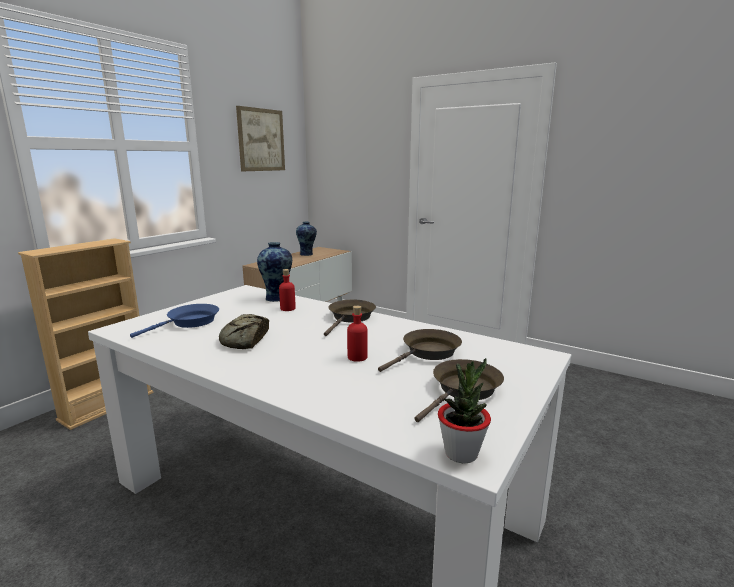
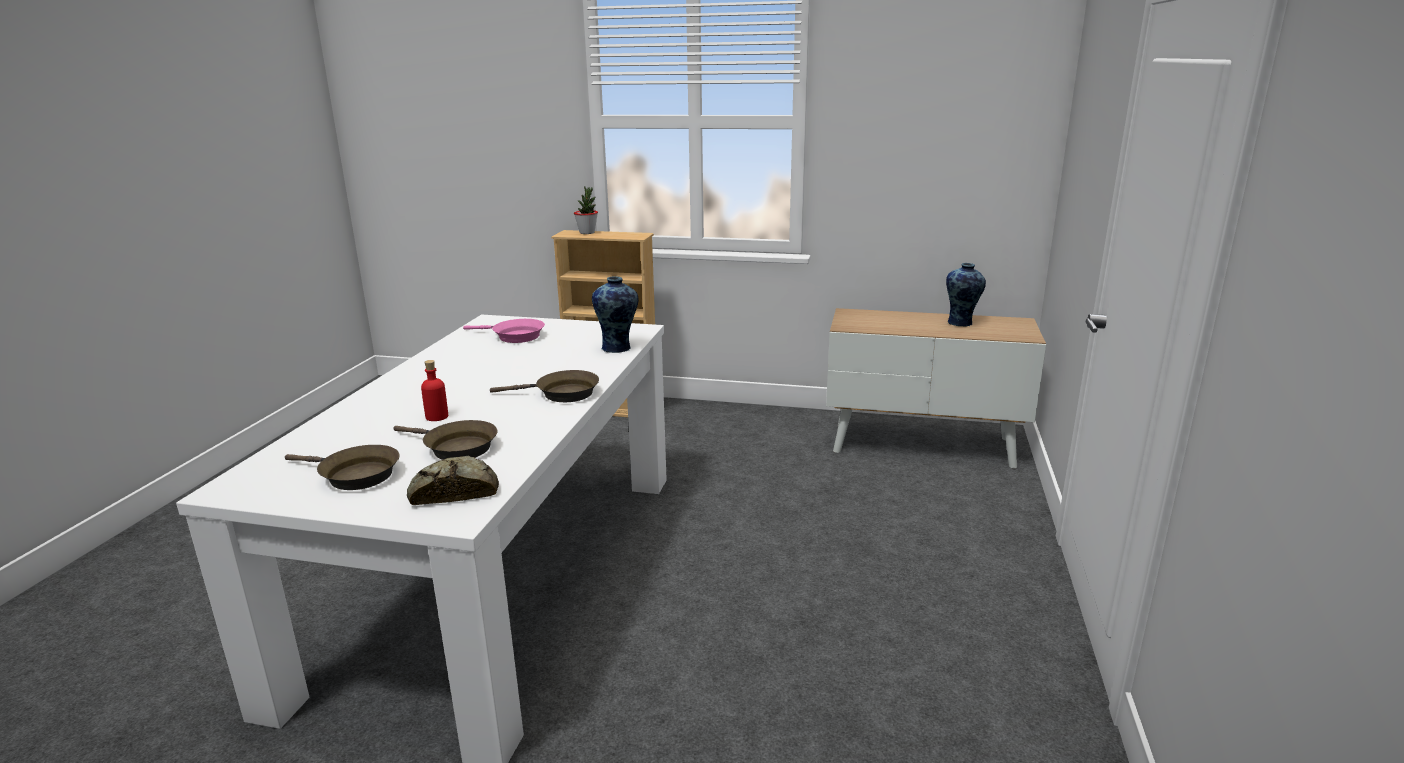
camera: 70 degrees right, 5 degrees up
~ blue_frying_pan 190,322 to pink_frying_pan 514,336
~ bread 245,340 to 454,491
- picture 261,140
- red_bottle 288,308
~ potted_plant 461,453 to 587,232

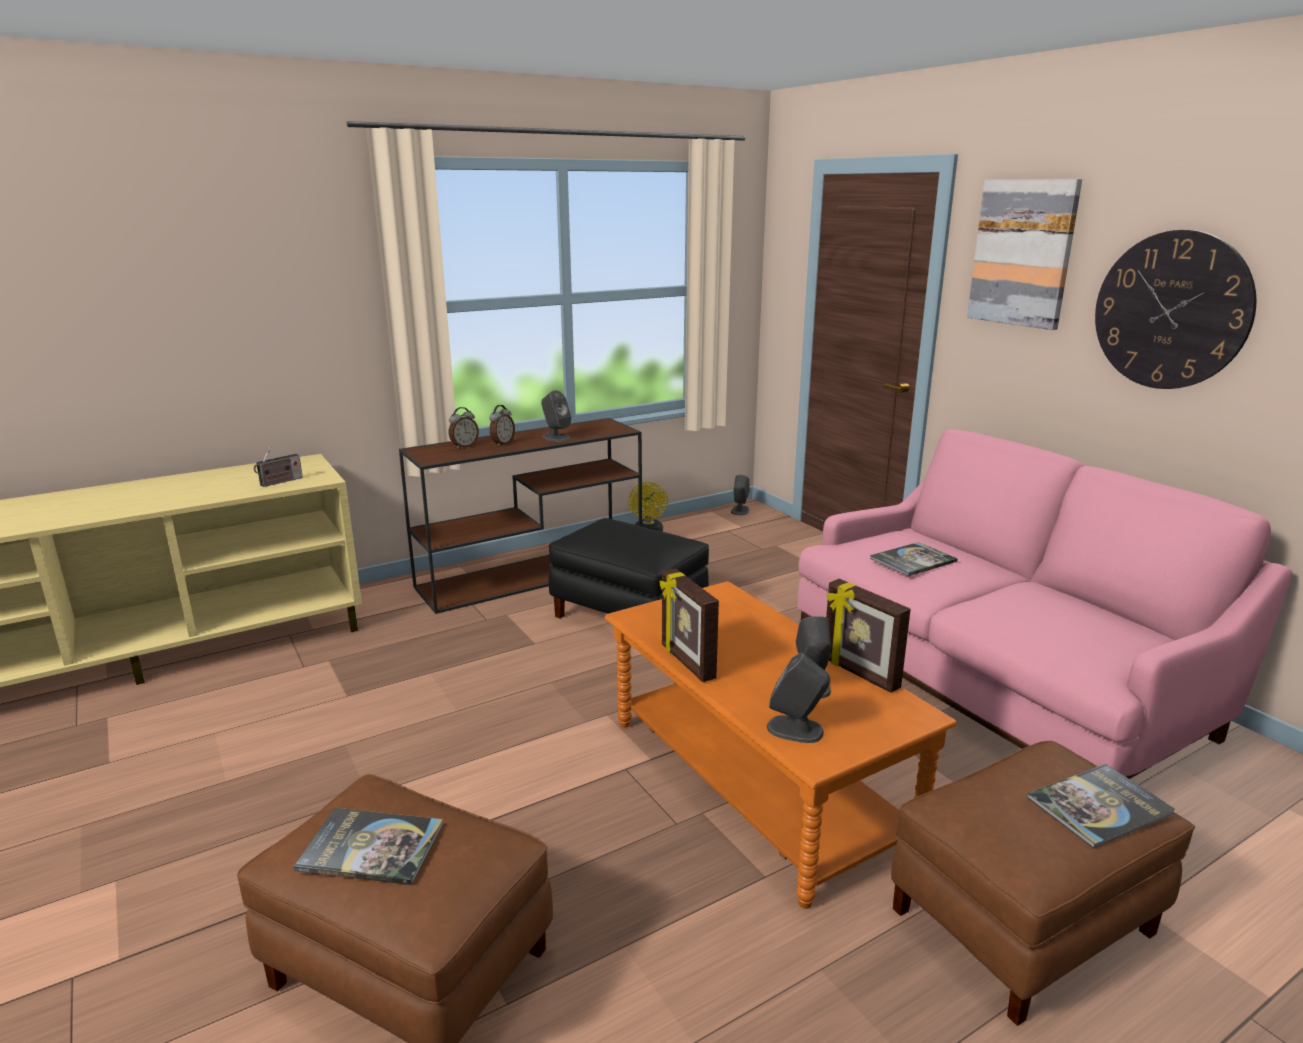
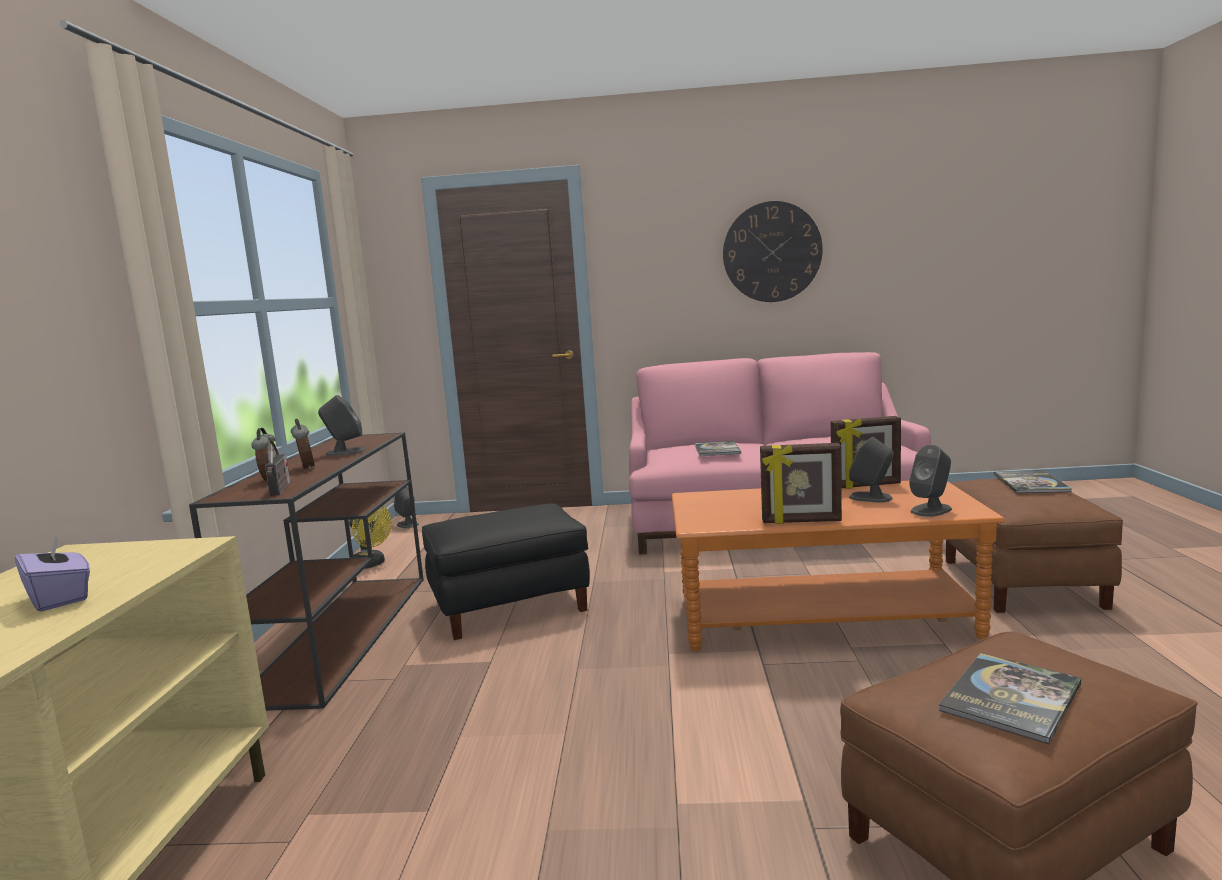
camera: 55 degrees left, 10 degrees down
~ radio 279,482 to 280,489
- picture 1023,253
+ purple_tissue_box 60,598

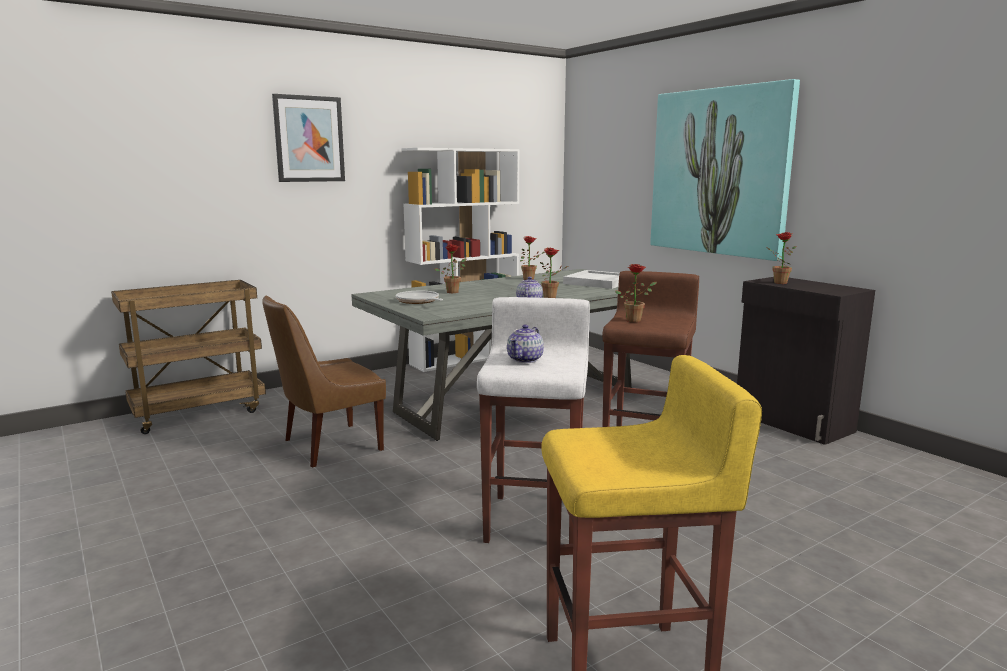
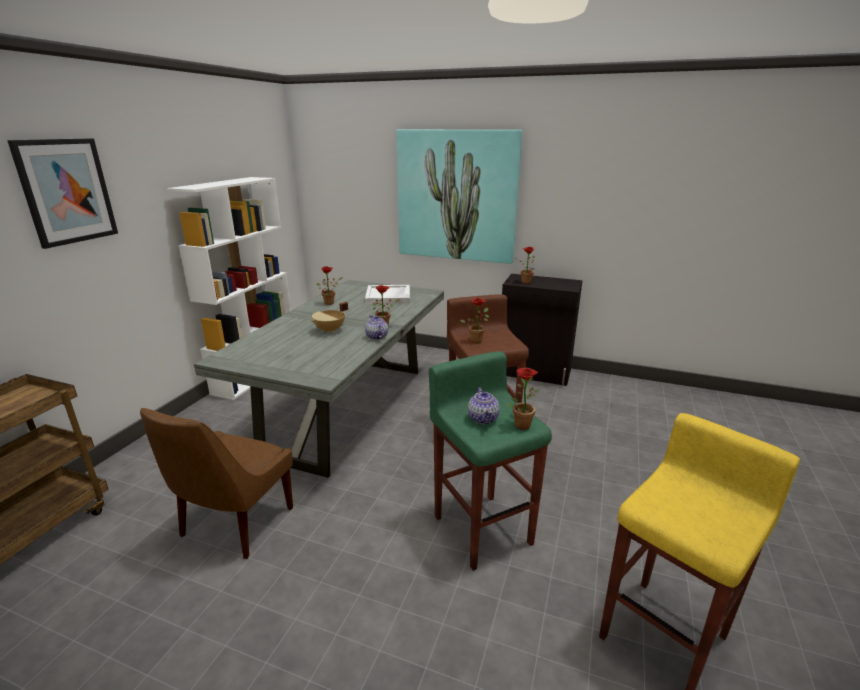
camera: 35 degrees left, 10 degrees up
- frying_pan 419,301
~ potted_plant 453,291 to 521,423
~ white_stool 535,520 to green_stool 482,528
+ beige_cooking_pot 330,330

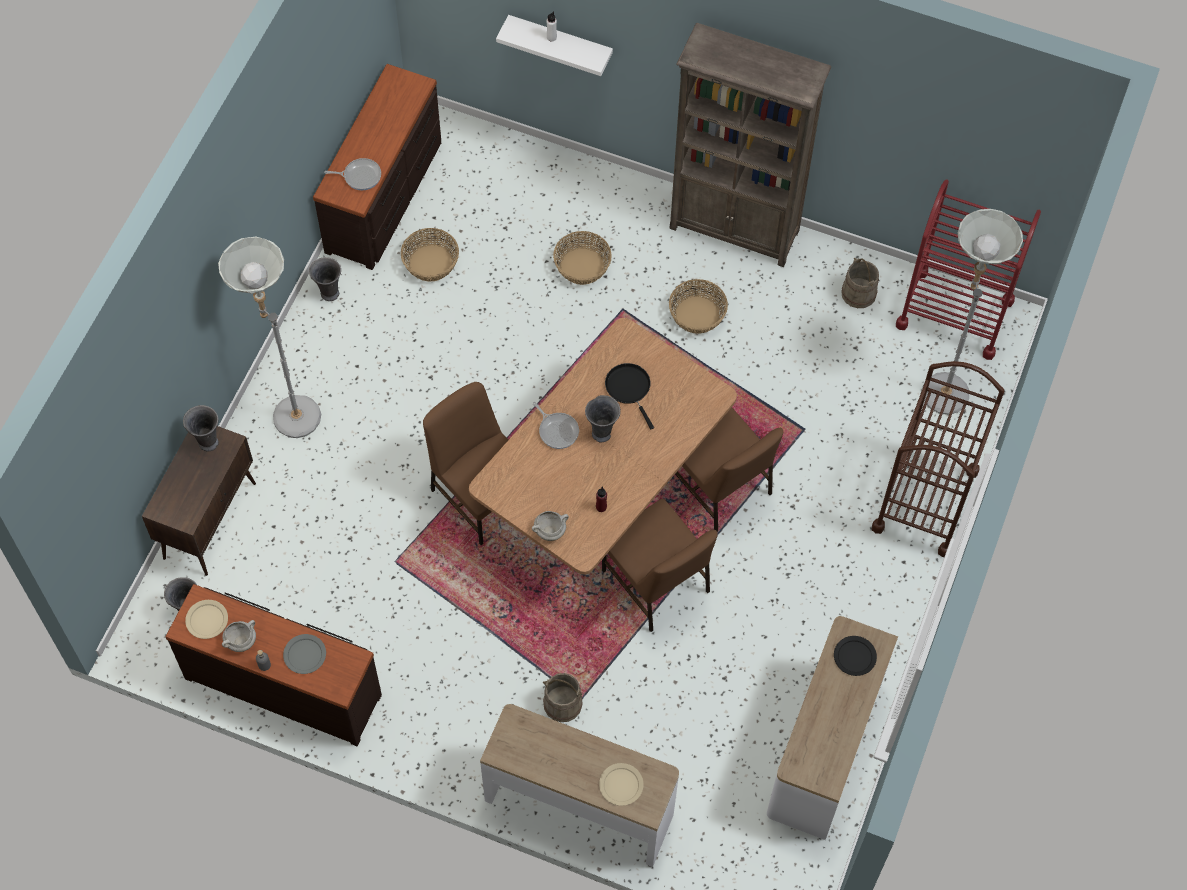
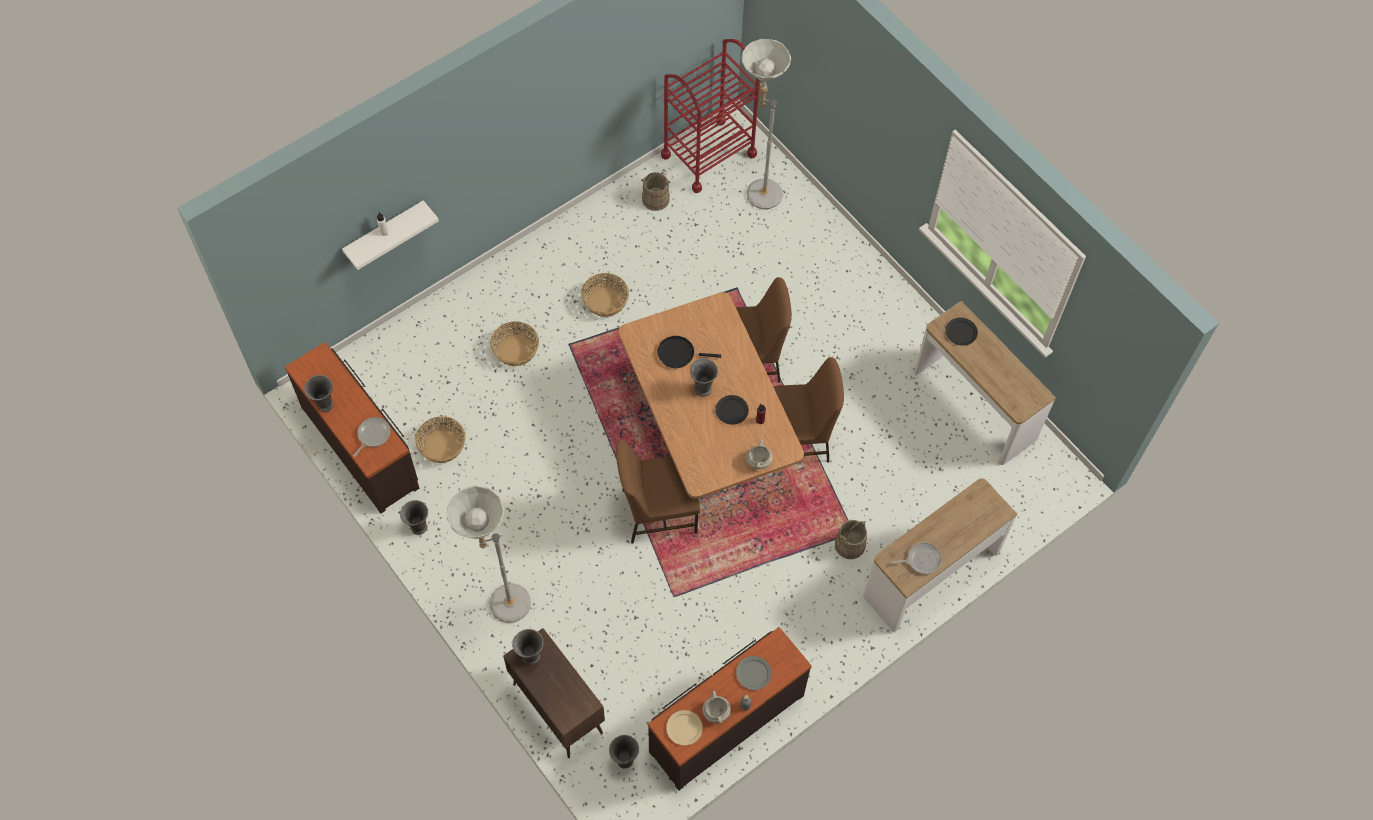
camera: 60 degrees left, 0 degrees up
~ frying_pan 557,430 to 922,559
- beige_plate 621,784
- brown_bookcase 735,230
- brown_cart 925,500
+ grey_vase 325,405
+ black_plate 731,410

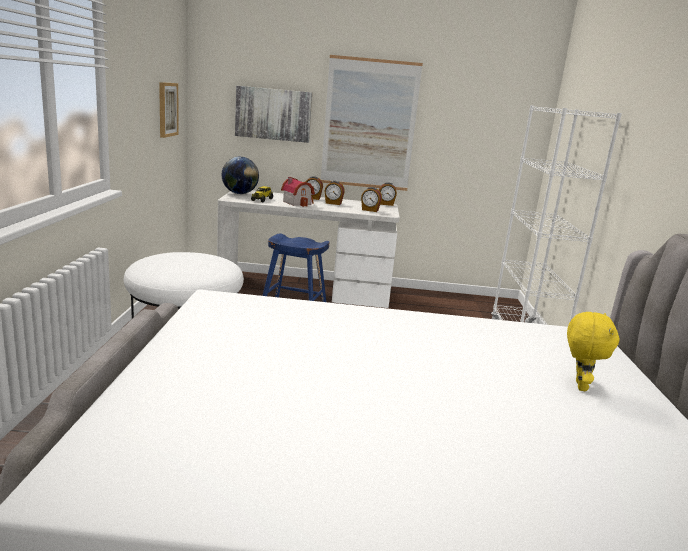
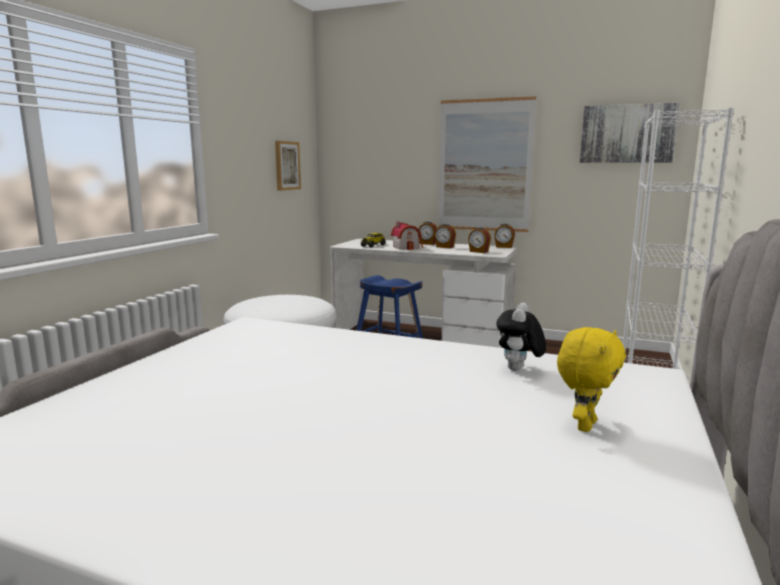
camera: 20 degrees right, 5 degrees down
- globe 239,193
~ picture 273,114 to 627,134
+ plush_toy 518,370

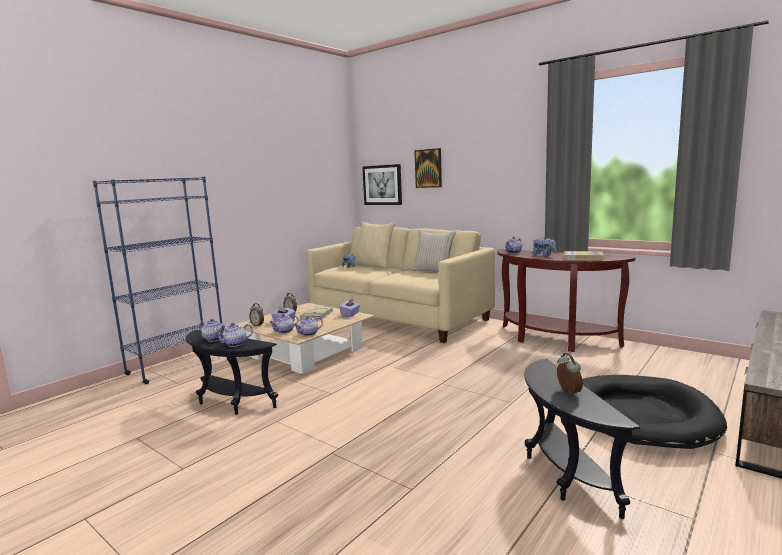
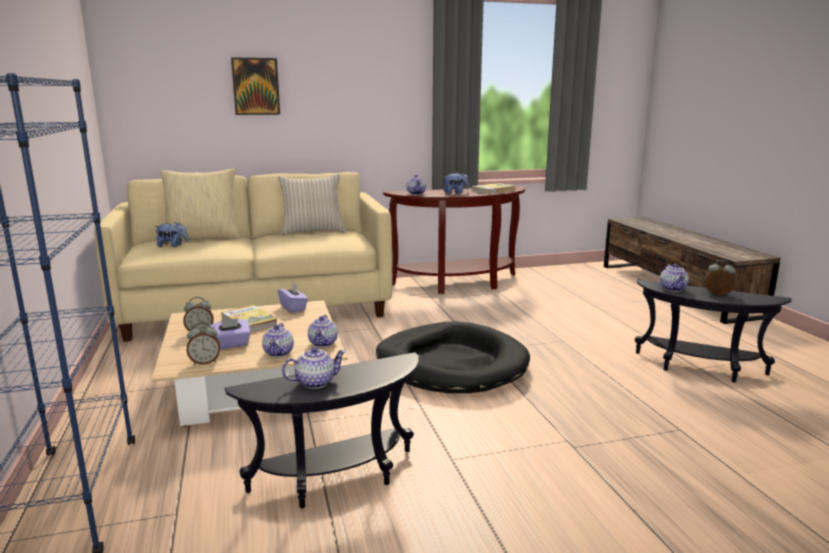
camera: 55 degrees left, 5 degrees up
~ teapot 235,344 to 673,289
- picture 382,185
~ black_dog_bed 641,415 to 451,364

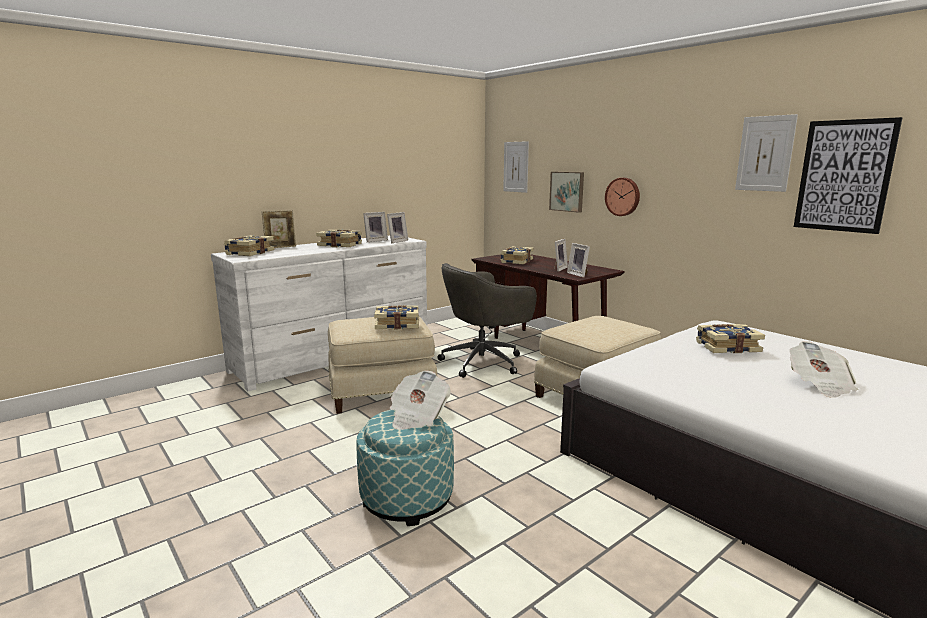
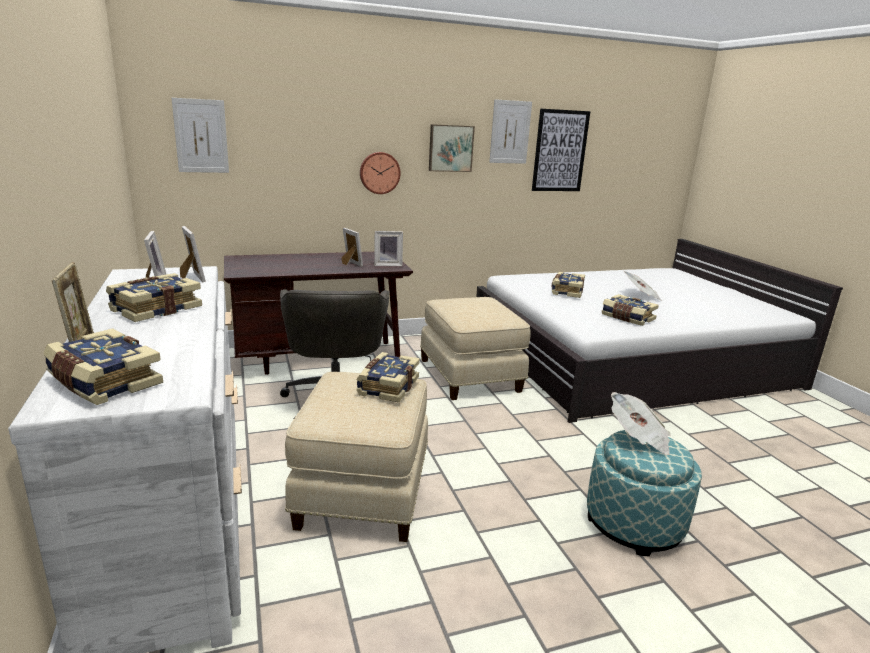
camera: 70 degrees left, 5 degrees up
~ book 516,261 to 627,318
~ picture 567,191 to 450,148

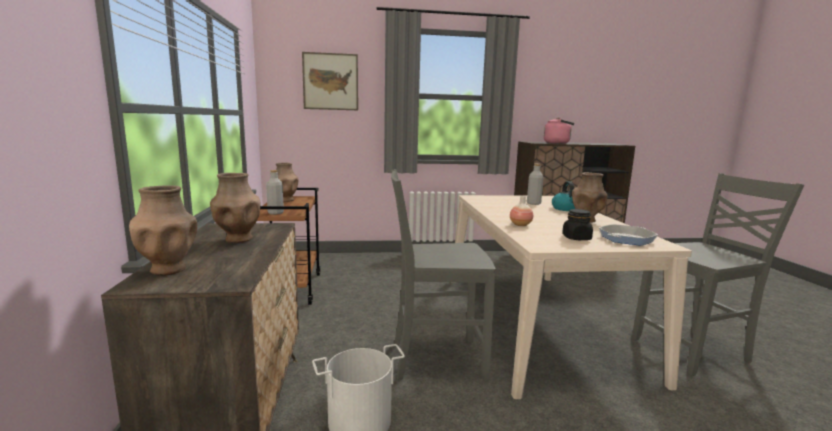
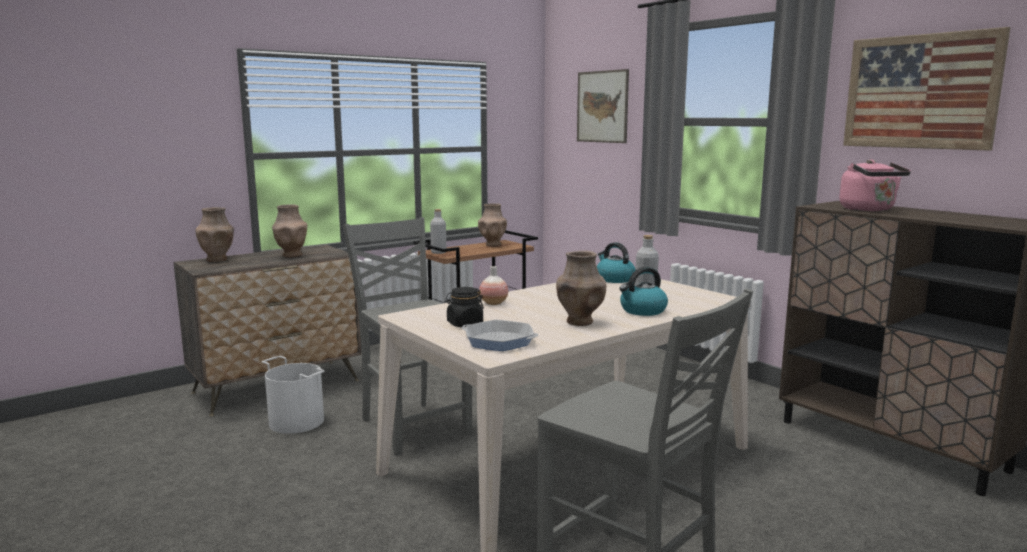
camera: 60 degrees right, 0 degrees up
+ kettle 614,279
+ picture 920,92

